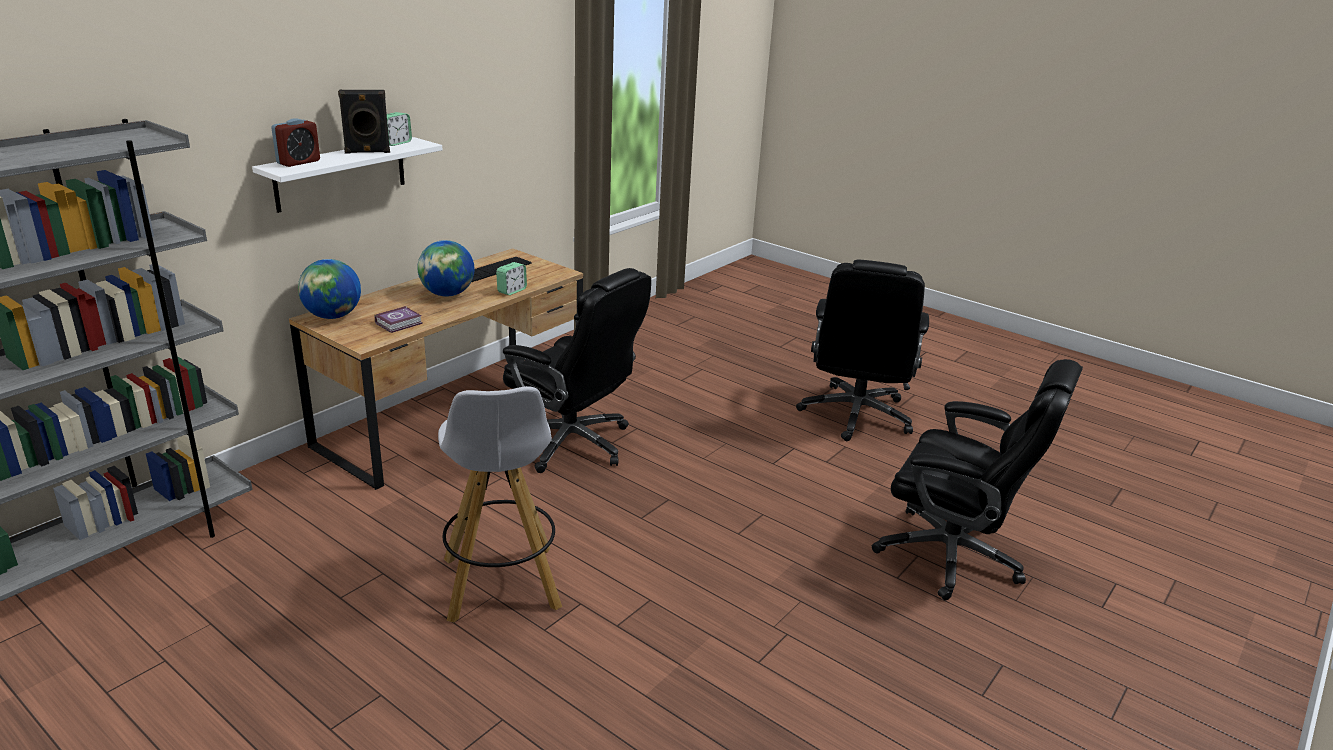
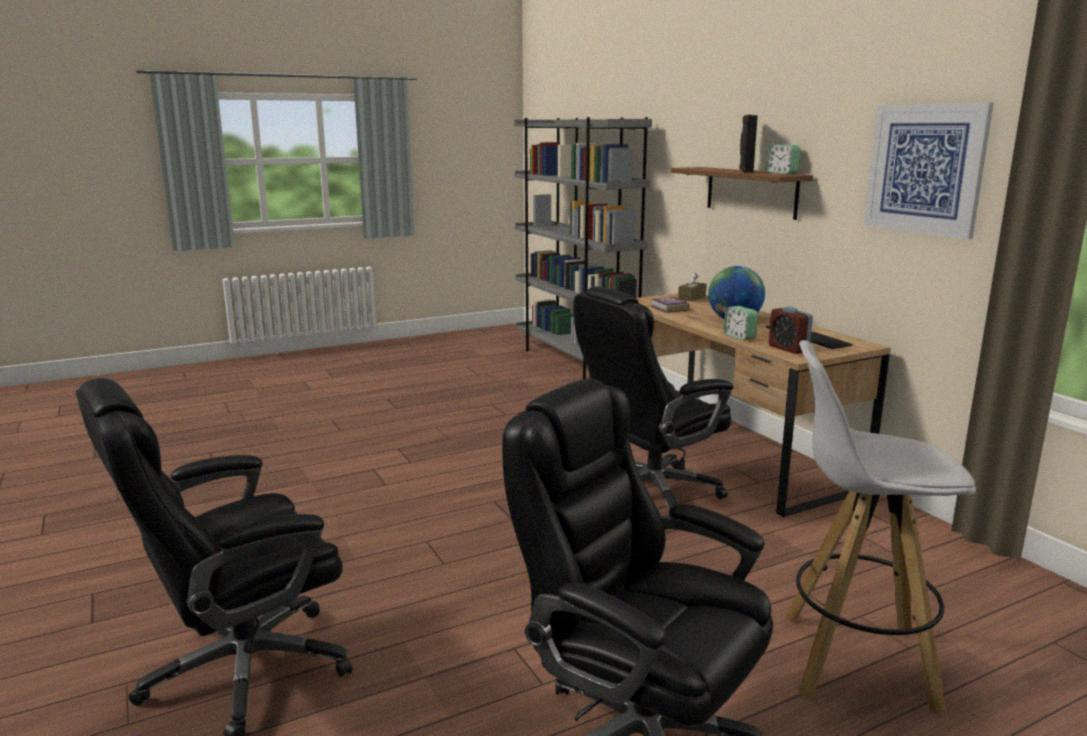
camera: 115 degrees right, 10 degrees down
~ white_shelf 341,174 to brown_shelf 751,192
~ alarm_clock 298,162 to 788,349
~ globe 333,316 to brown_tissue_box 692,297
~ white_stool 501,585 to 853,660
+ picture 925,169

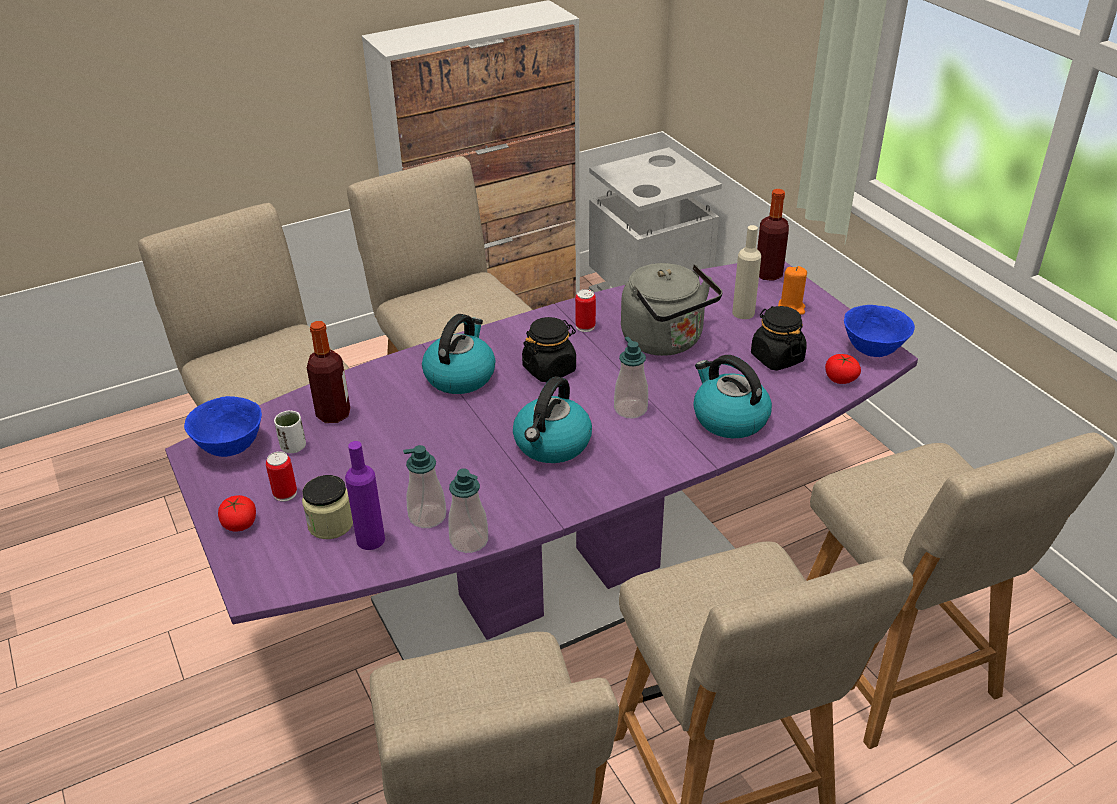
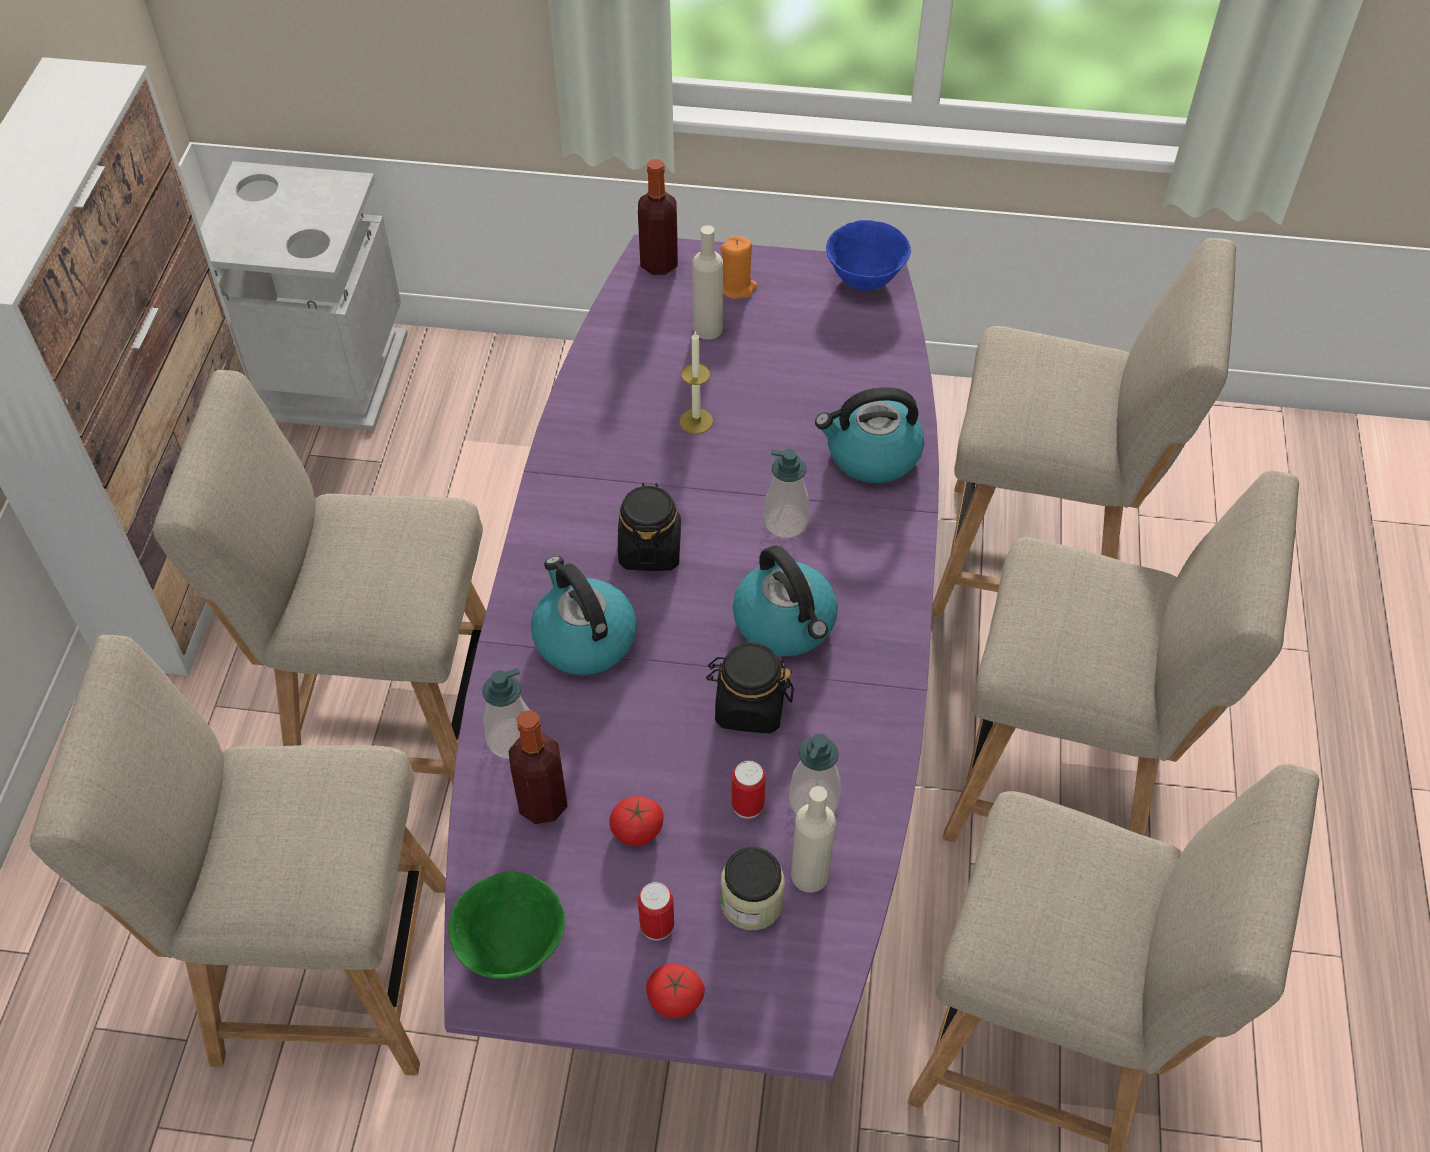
camera: 55 degrees left, 15 degrees up
~ blue_bowl 230,447 to green_bowl 511,947
- white_cup 293,447
~ purple_bottle 370,539 to beige_bottle 809,875
~ soap_dispenser 469,540 to 511,739
~ can 585,326 to 747,805
~ grey_kettle 666,341 to candle 696,421
~ black_jar 776,358 to 749,707
~ tomato 840,378 to 637,830

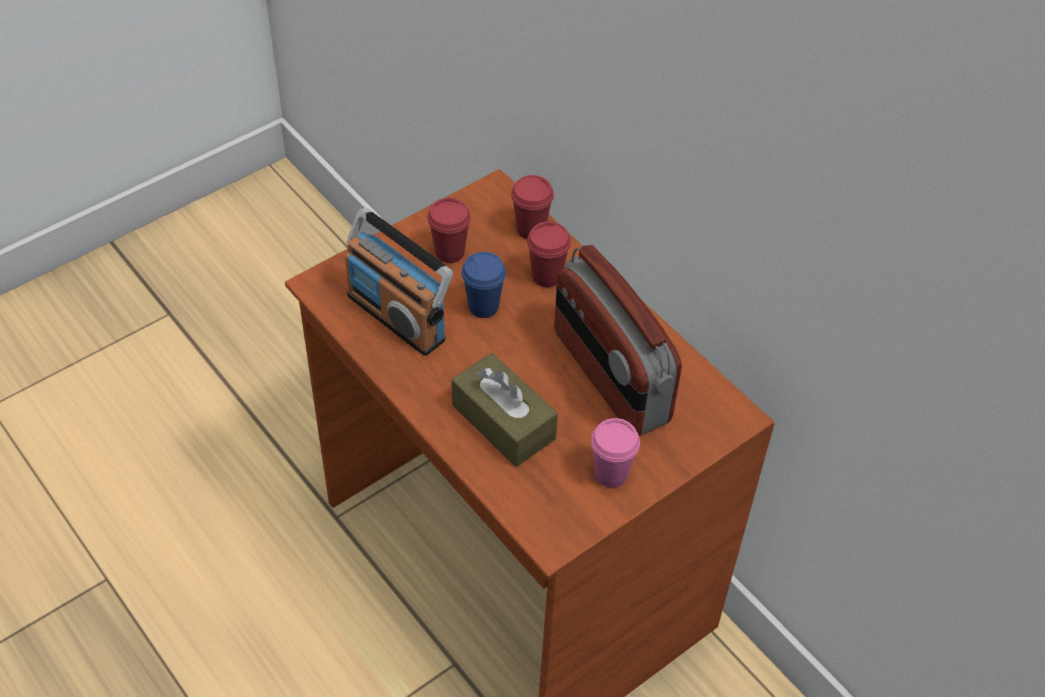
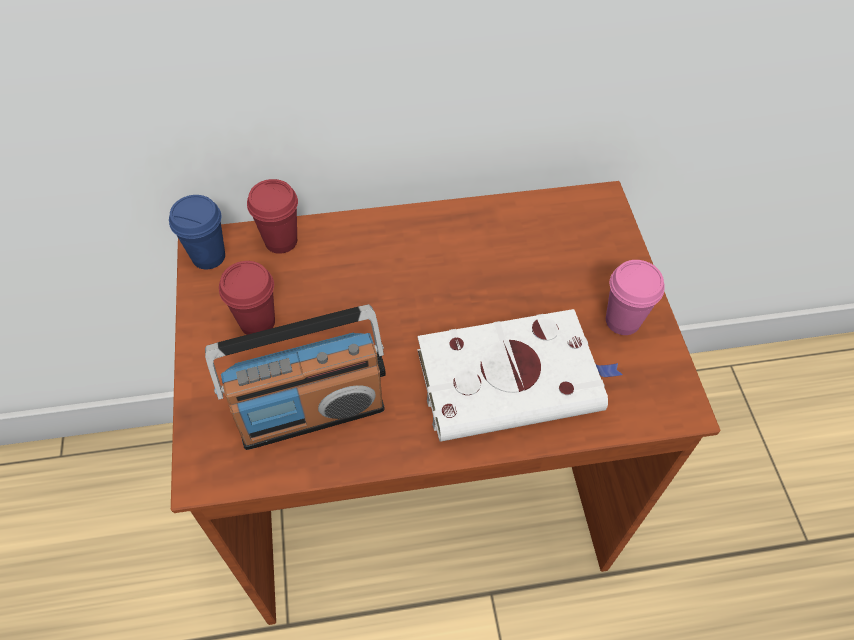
camera: 60 degrees left, 5 degrees up
~ brown_tissue_box 503,422 to white_book 513,379
~ blue_cup 483,307 to 208,256
- red_cup 546,276
- radio 609,377

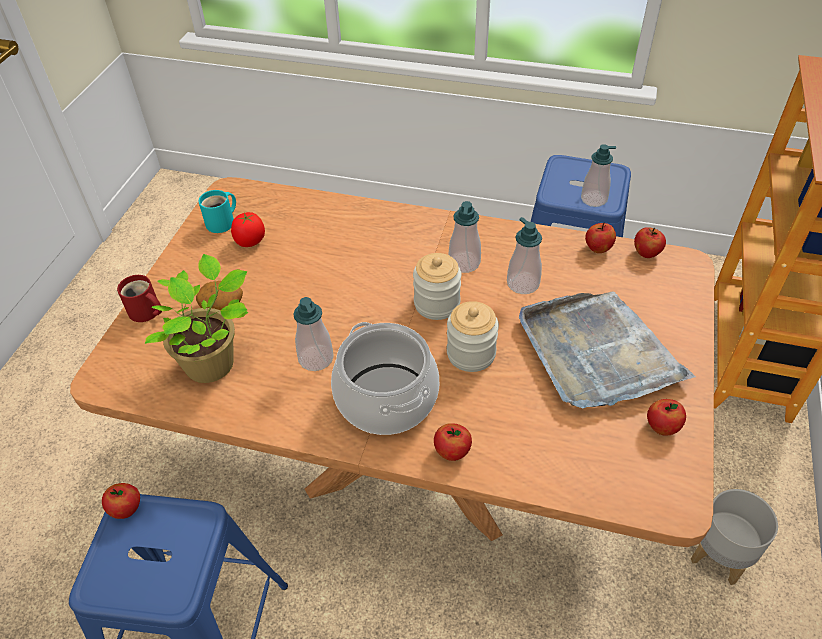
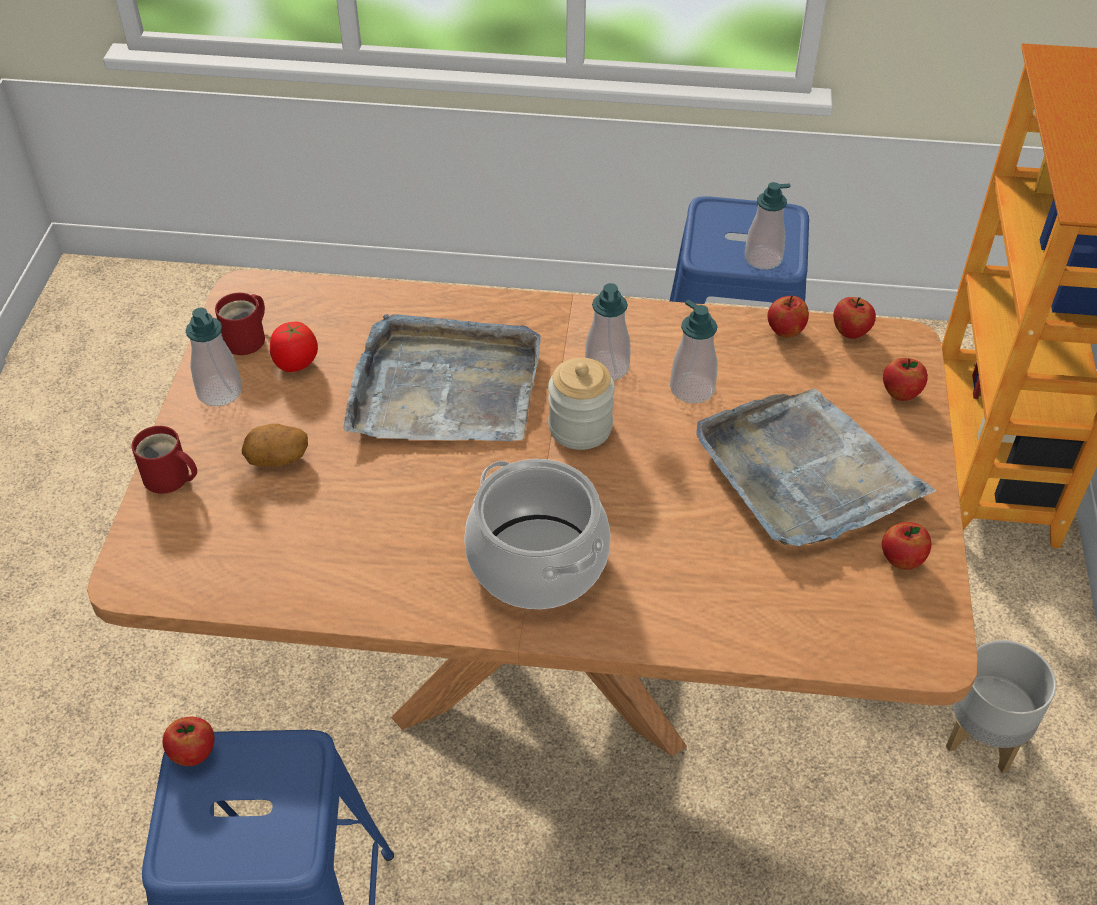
camera: 10 degrees left, 0 degrees up
- potted_plant 214,363
~ turquoise_mug 223,222 to red_mug 248,339
~ soap_dispenser 316,358 to 219,391
~ apple 452,452 to 900,393
- jar 471,353
+ grey_tray 444,387

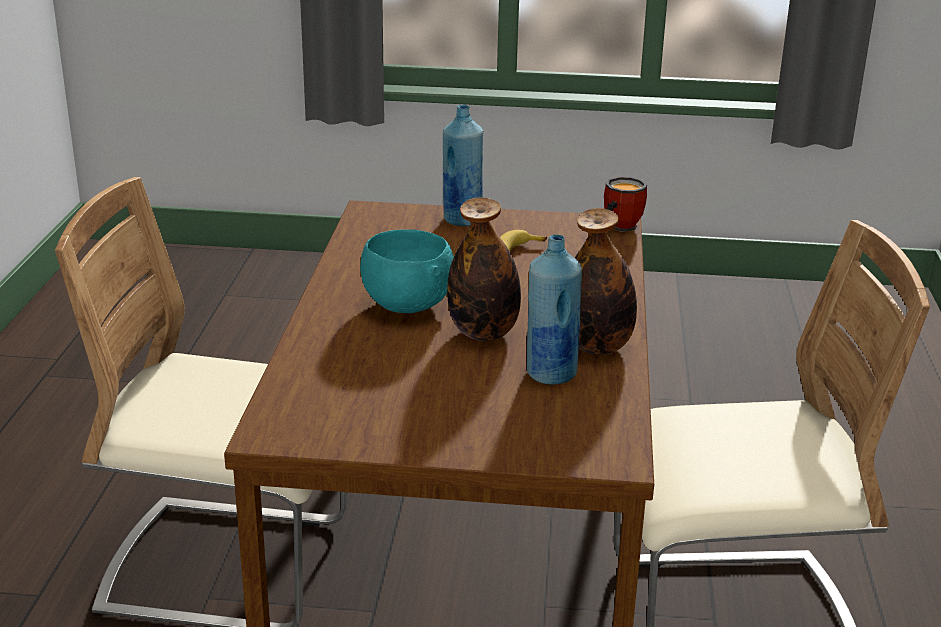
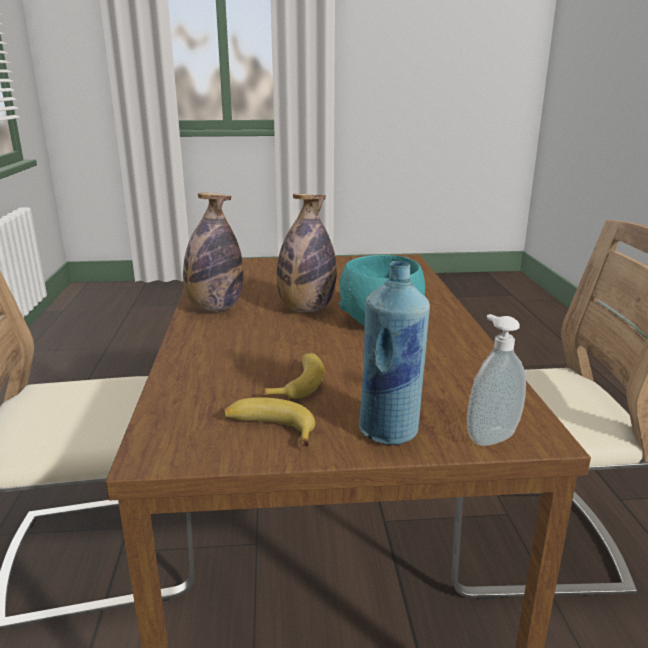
camera: 170 degrees right, 5 degrees down
- blue_bottle 550,374
- mug 618,227
+ banana 269,429
+ soap_dispenser 489,436

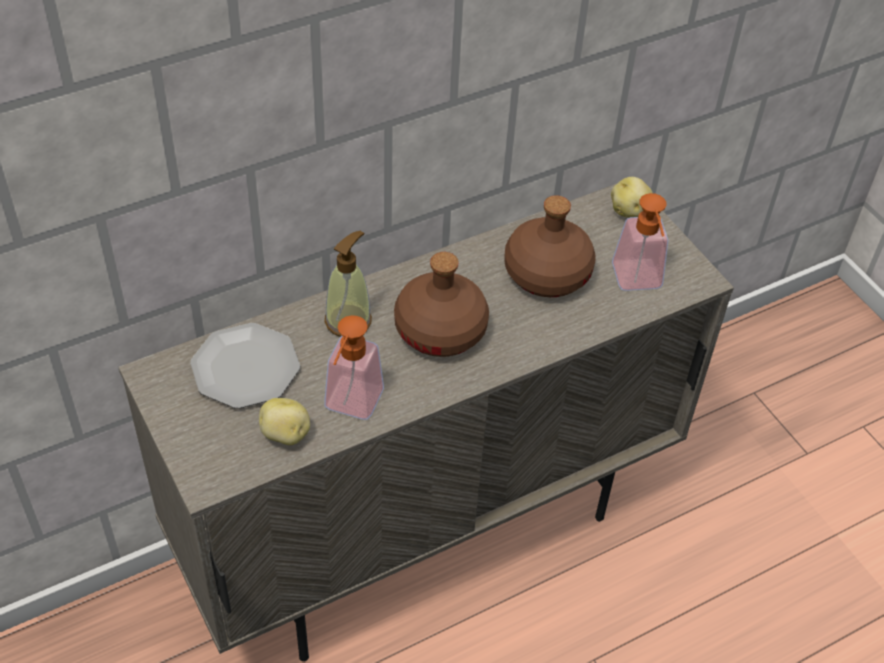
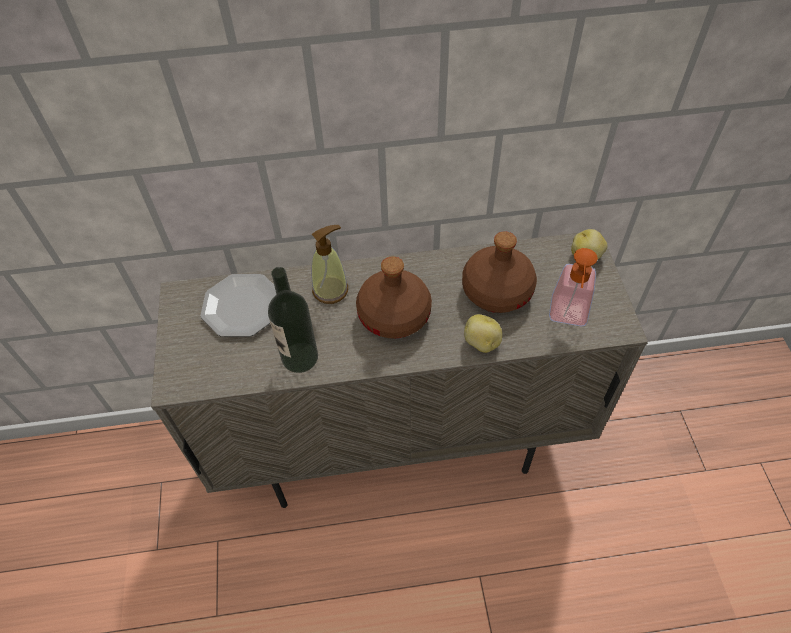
camera: 25 degrees right, 5 degrees up
~ potato 285,435 to 481,343
~ soap_dispenser 350,407 to bottle 300,357

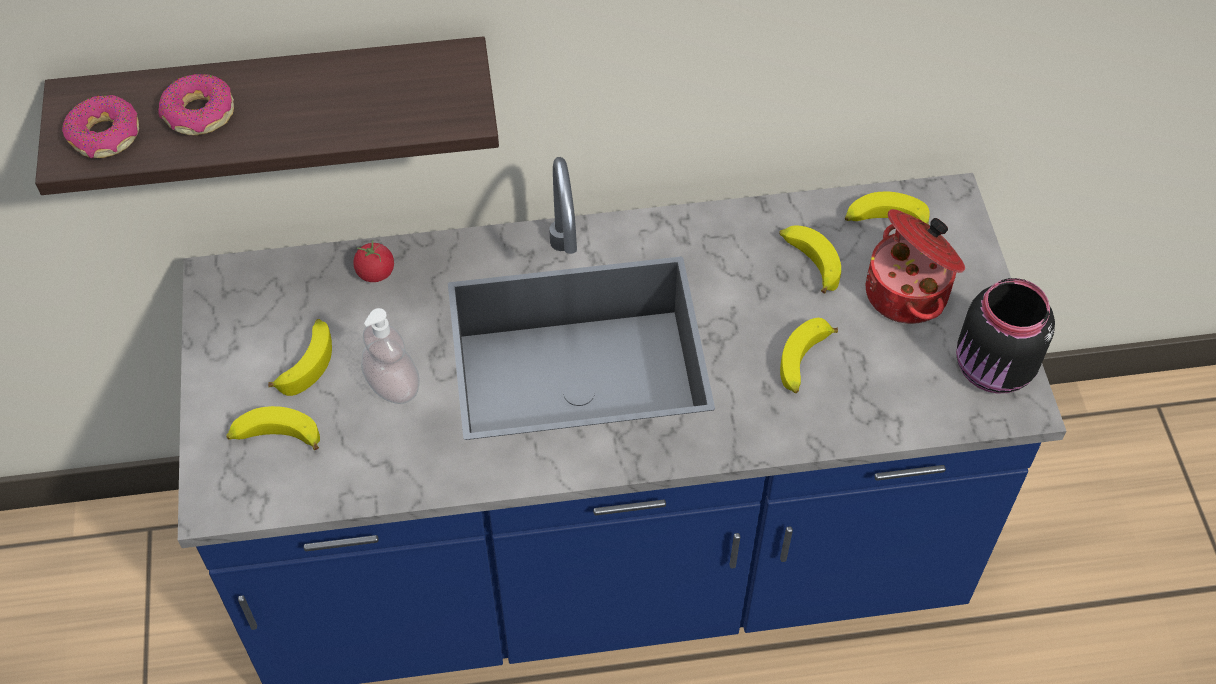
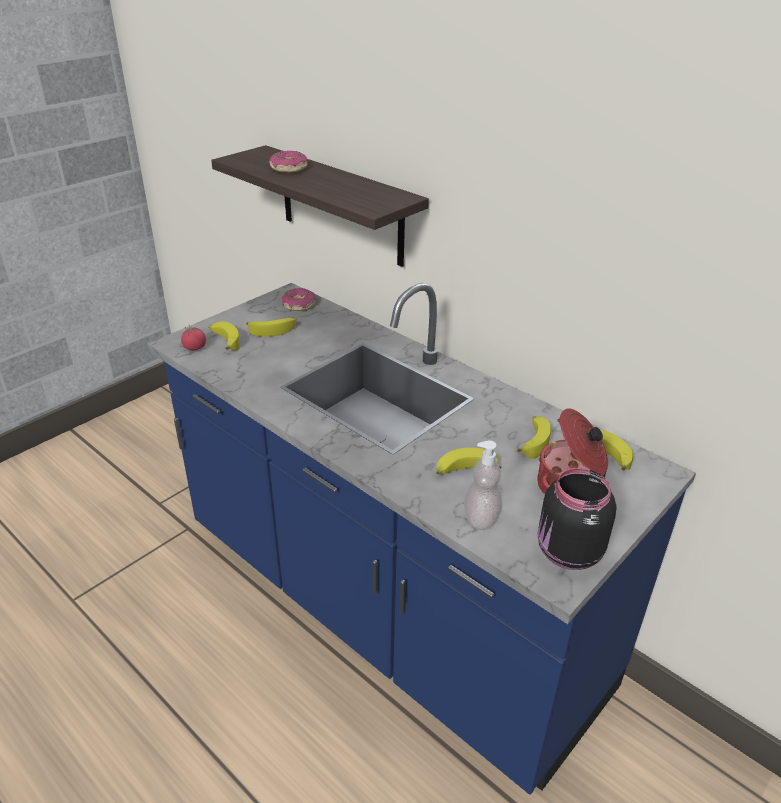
camera: 50 degrees right, 20 degrees down
~ donut 105,136 to 298,305
~ tomato 375,272 to 195,348
~ soap_dispenser 393,386 to 481,518

